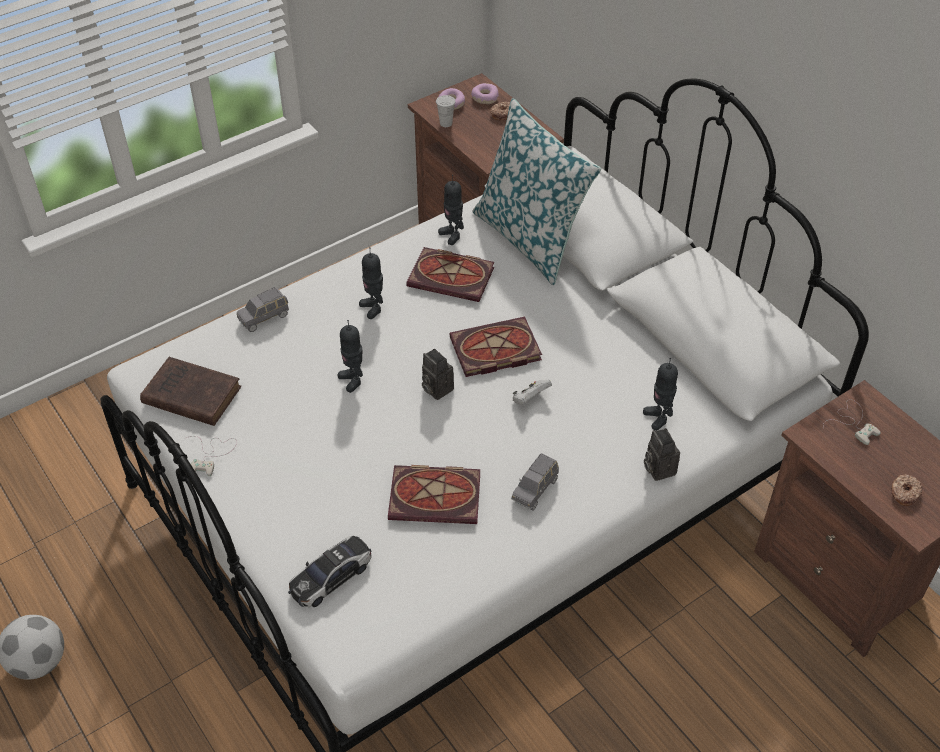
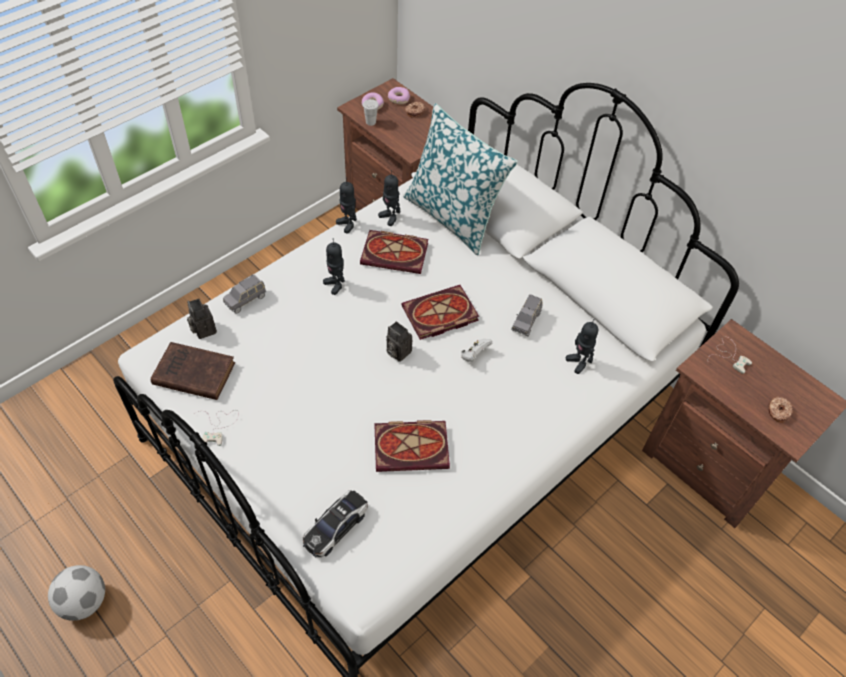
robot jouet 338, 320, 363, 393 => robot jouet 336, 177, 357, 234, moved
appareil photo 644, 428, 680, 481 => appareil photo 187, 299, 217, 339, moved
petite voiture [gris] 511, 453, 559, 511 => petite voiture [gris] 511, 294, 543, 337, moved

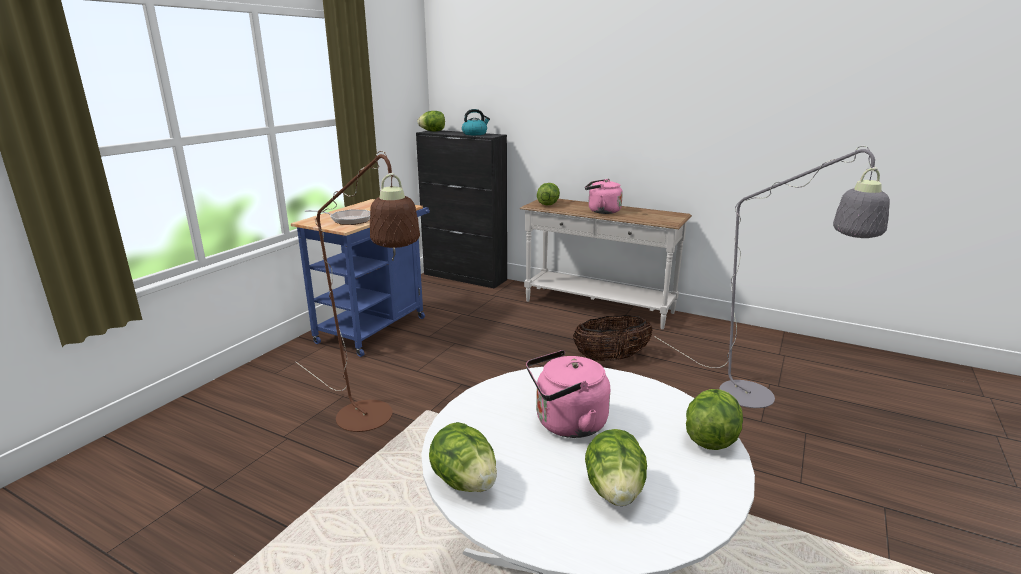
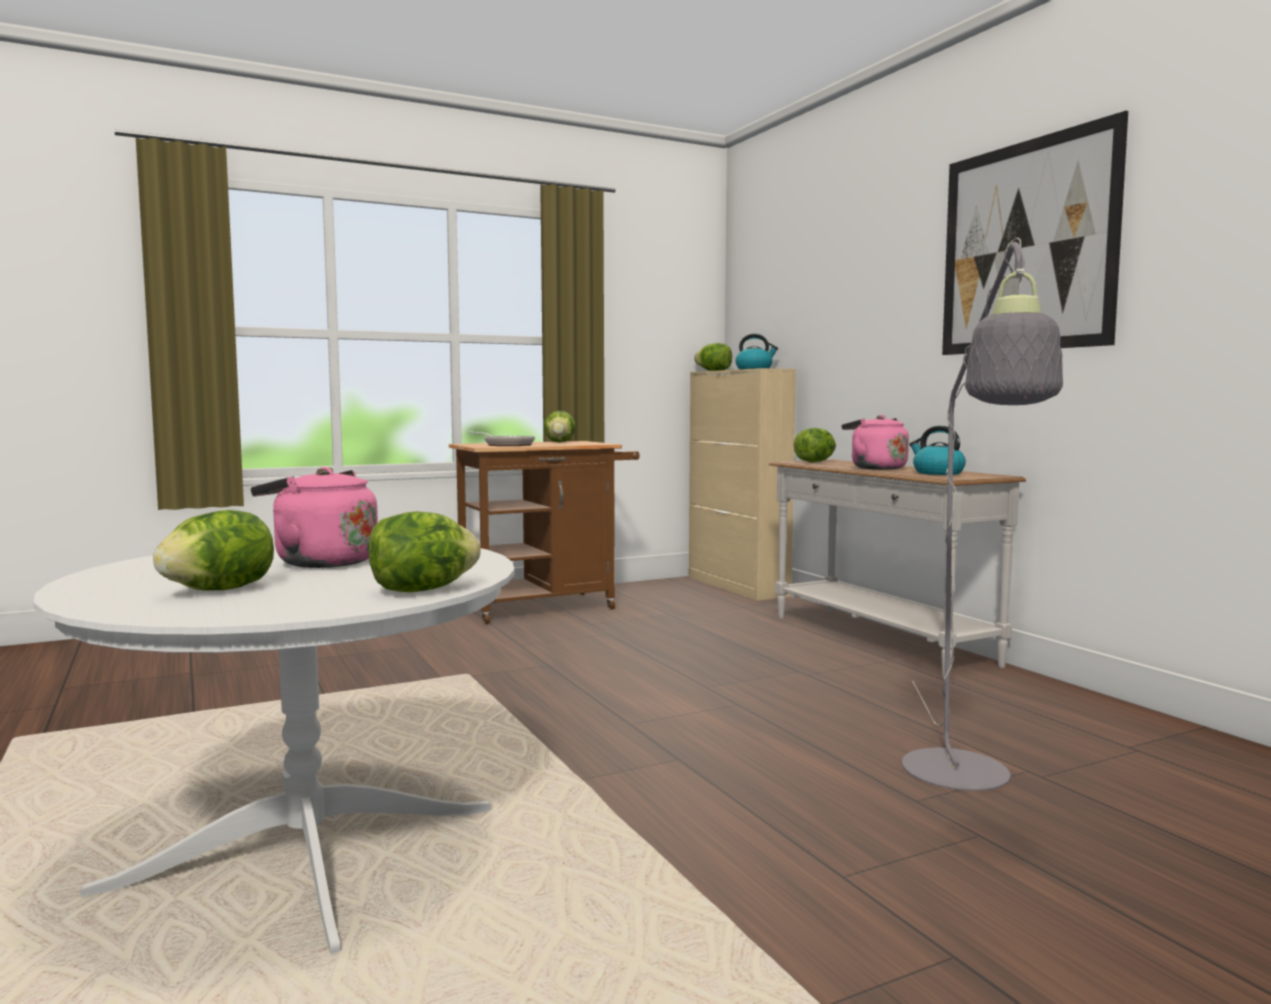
meuble de rangement [noir] 416, 130, 507, 288 => meuble de rangement [beige] 689, 368, 796, 601
lampadaire [marron] 296, 151, 420, 432 => nothing
chariot [bleu] 291, 199, 430, 357 => chariot [marron] 449, 441, 640, 624
panier 573, 315, 653, 361 => nothing
laitue 429, 422, 497, 492 => laitue 544, 411, 576, 442, moved
nothing => tableau 942, 111, 1128, 355
nothing => bouilloire 909, 426, 966, 475

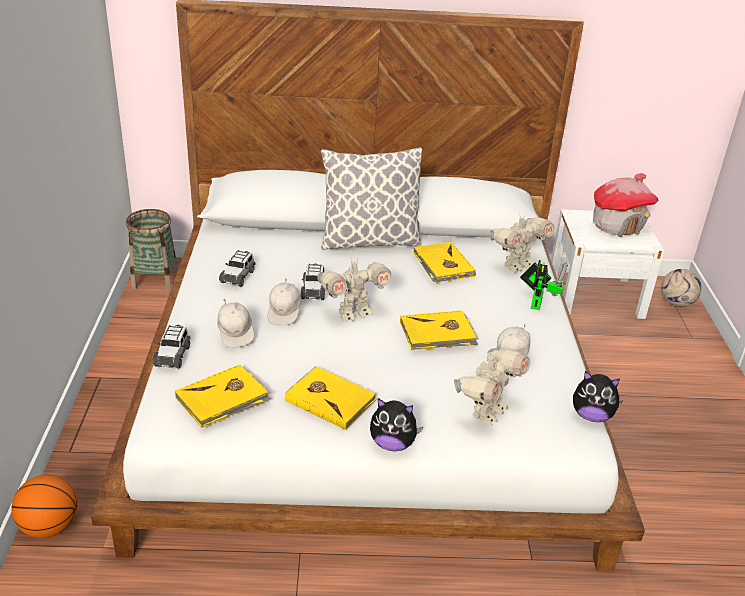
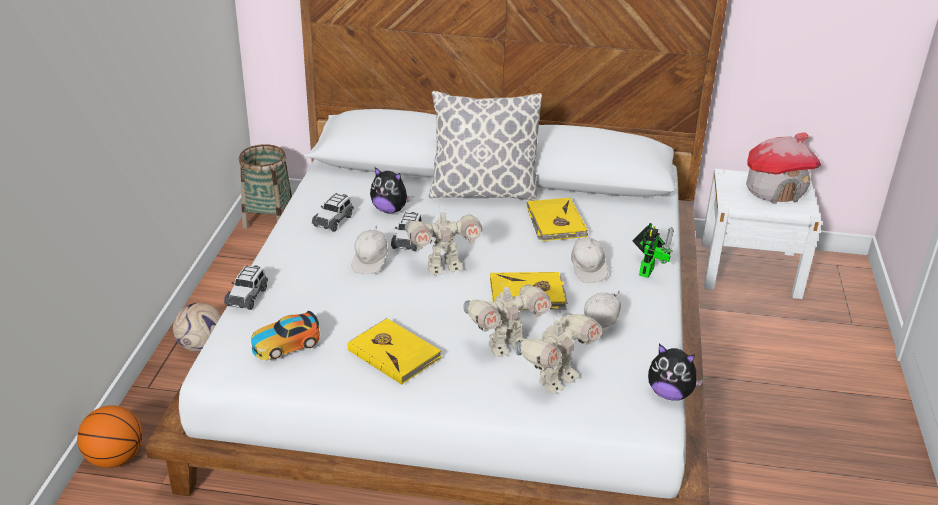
robot jouet 489, 213, 555, 272 => robot jouet 463, 280, 551, 357, moved
ballon de foot 661, 269, 702, 307 => ballon de foot 173, 303, 221, 352, moved
casquette [blanc] 217, 298, 254, 348 => casquette [blanc] 571, 234, 608, 283, moved
livre [jaune] 175, 364, 271, 428 => petite voiture 251, 311, 321, 360
peluche 370, 398, 423, 451 => peluche 370, 167, 413, 213, moved

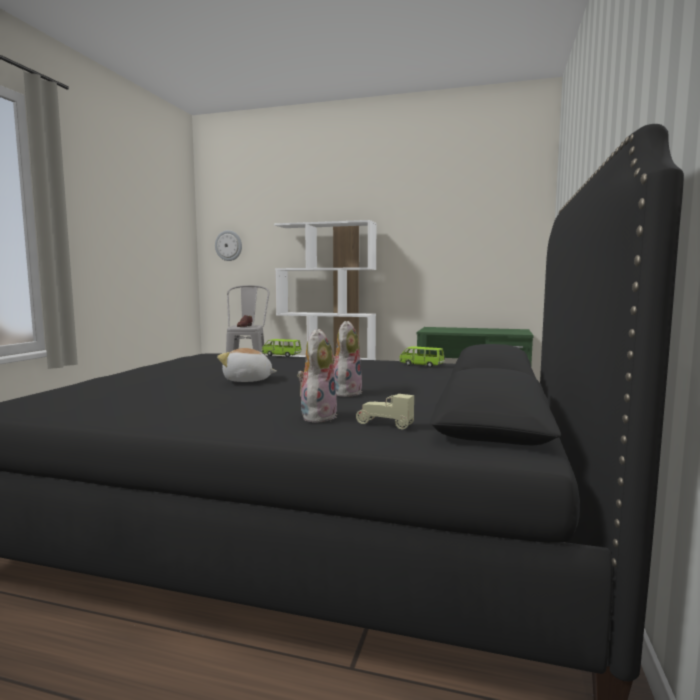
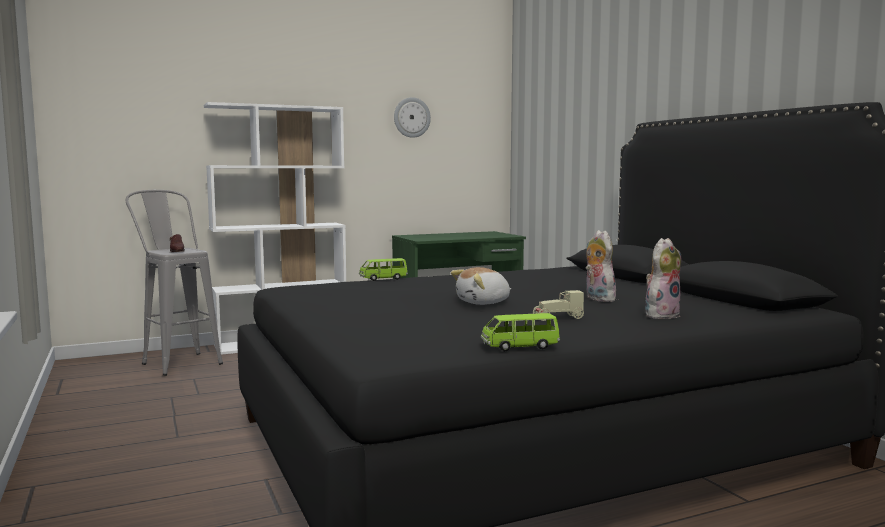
horloge murale 215, 230, 242, 261 => horloge murale 394, 97, 431, 138, moved
peluche 297, 329, 338, 423 => peluche 645, 238, 681, 320, 75 degrees clockwise
petite voiture [vert] 399, 346, 445, 368 => petite voiture [vert] 481, 313, 560, 351, moved
petite voiture [beige] 356, 394, 414, 429 => petite voiture [beige] 533, 290, 584, 321, moved

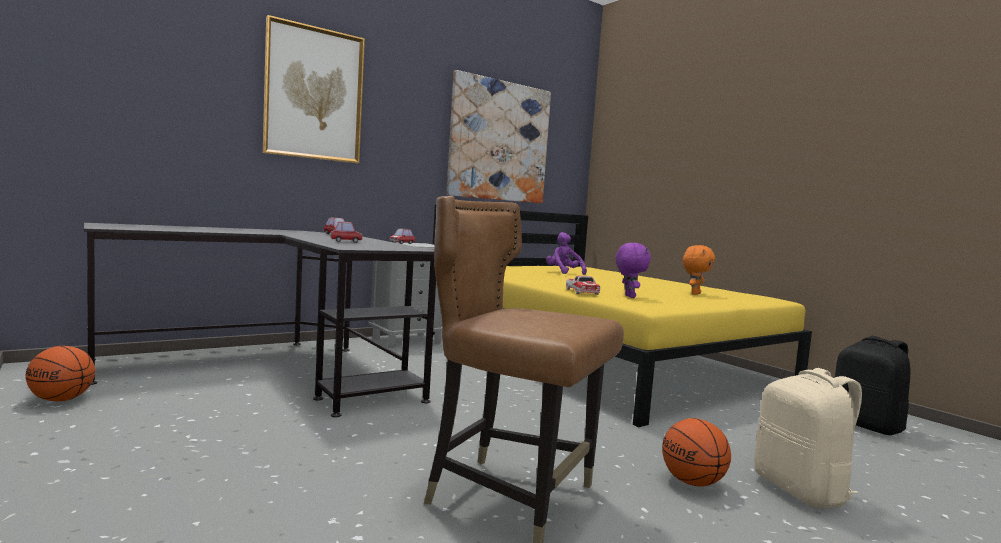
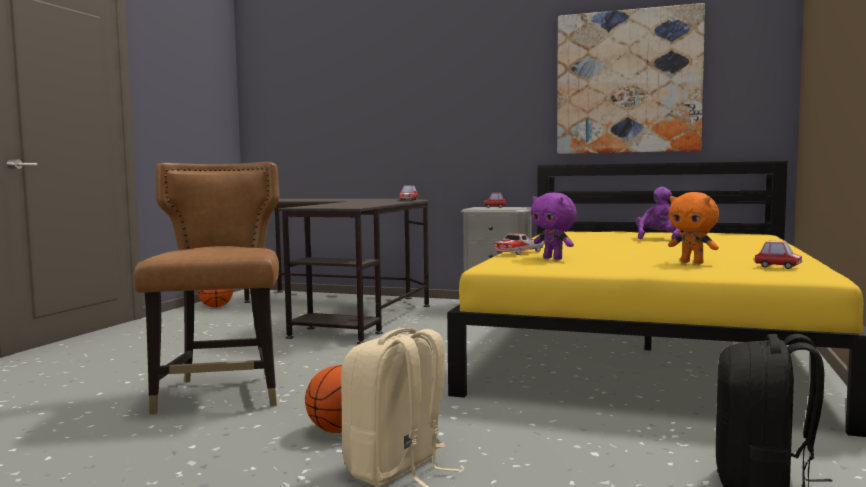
tableau 263, 15, 365, 163 => nothing
petite voiture 331, 221, 362, 243 => petite voiture 754, 241, 802, 269, moved
peluche [violet] 615, 243, 651, 298 => peluche [violet] 531, 193, 577, 260, 90 degrees clockwise
peluche [orange] 683, 245, 715, 295 => peluche [orange] 668, 192, 719, 264, 45 degrees clockwise

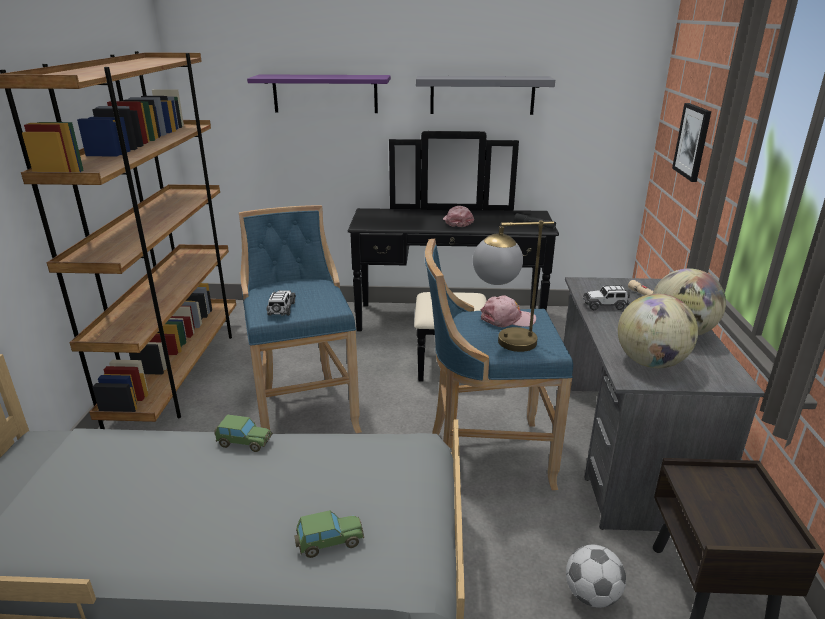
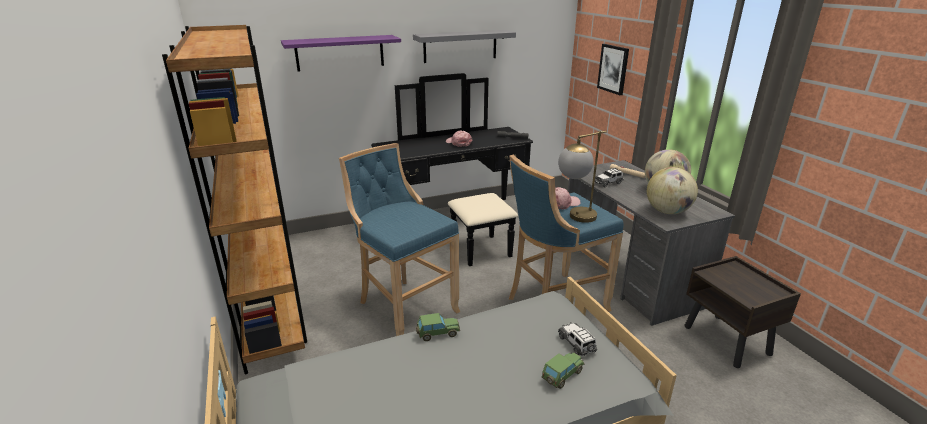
petite voiture 266, 290, 296, 316 => petite voiture 558, 322, 597, 356, moved
ballon de foot 566, 545, 626, 608 => nothing

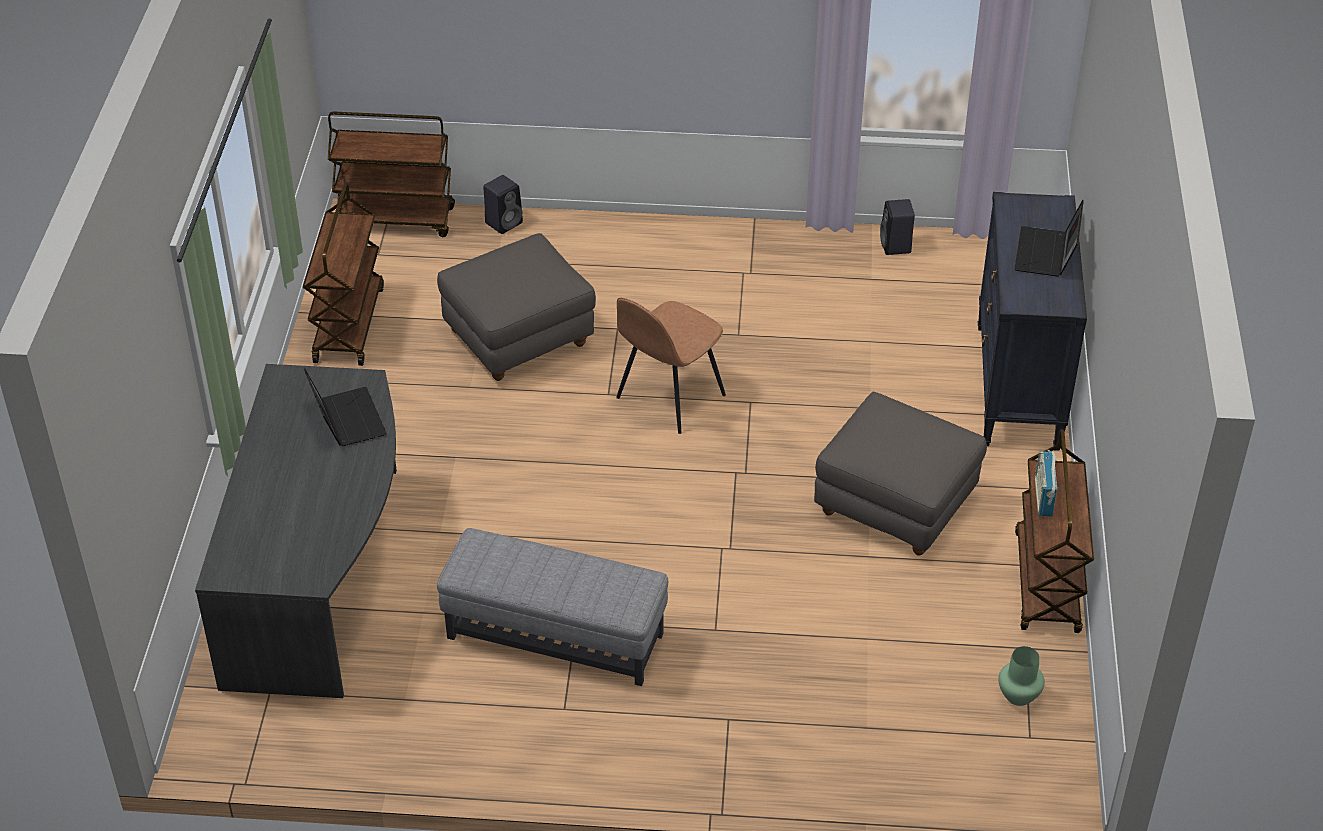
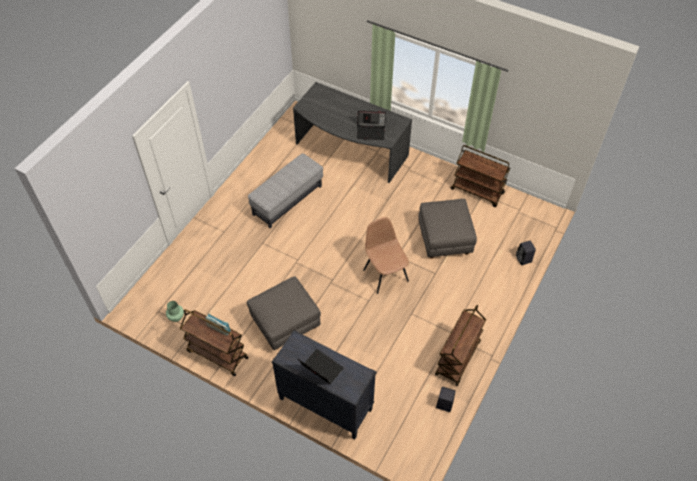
chariot [marron] 328, 112, 455, 237 => chariot [marron] 435, 305, 486, 386, moved

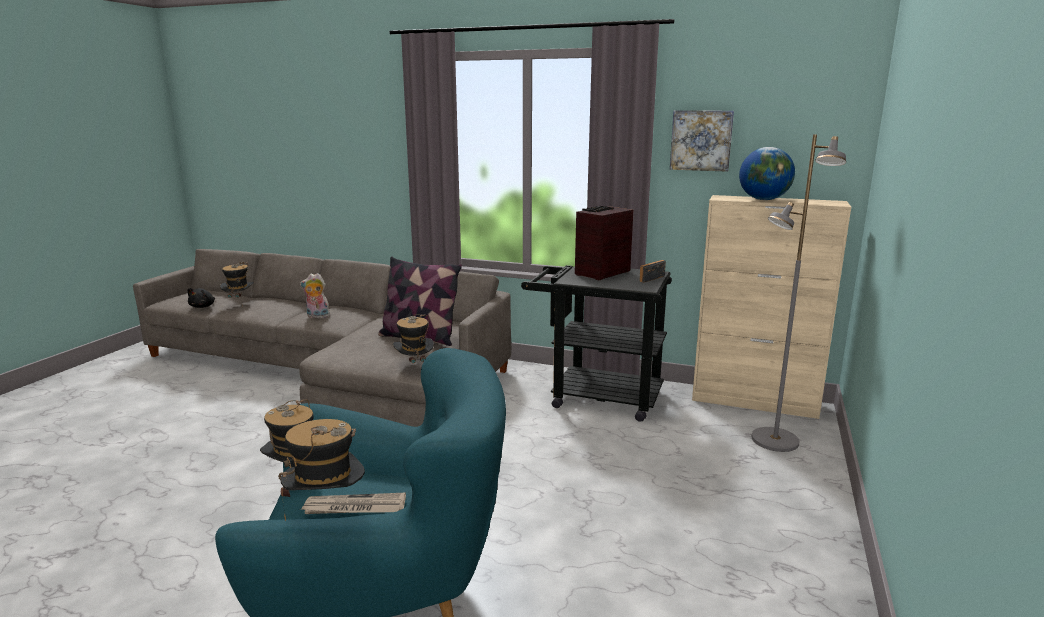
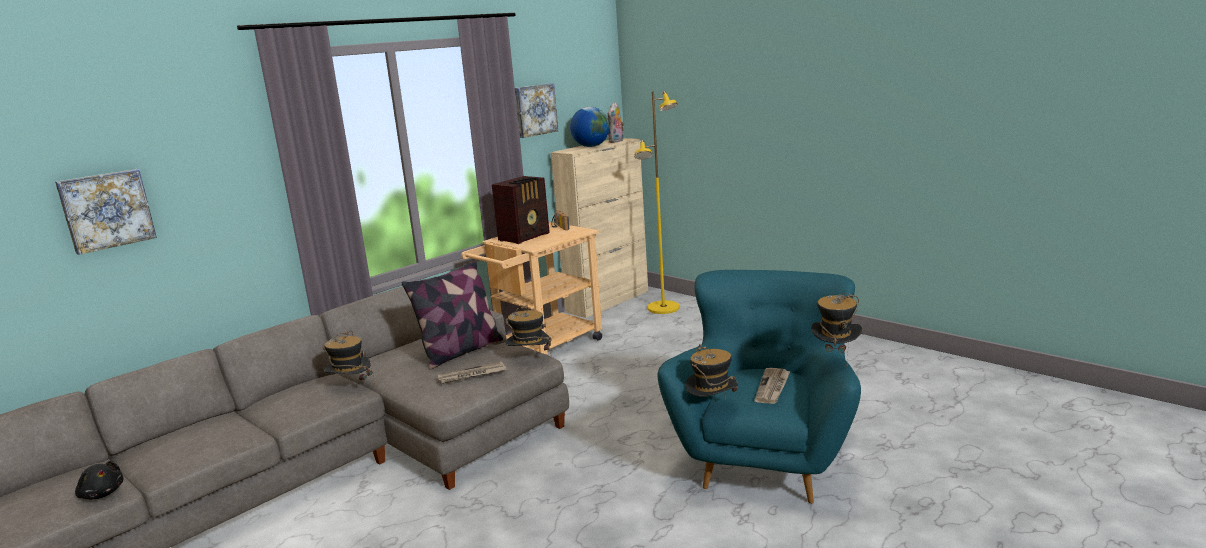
lampadaire [gris] 752, 134, 846, 452 => lampadaire [jaune] 634, 91, 680, 314
radio 575, 206, 633, 280 => radio 492, 176, 550, 244, 120 degrees counterclockwise
chapeau 220, 262, 254, 308 => chapeau 322, 331, 375, 385, moved
chariot [noir] 521, 265, 672, 422 => chariot [beige] 461, 222, 602, 355
peluche 300, 273, 330, 318 => peluche 608, 102, 624, 143, moved
nothing => tableau 55, 169, 157, 255
nothing => journal 438, 361, 507, 384

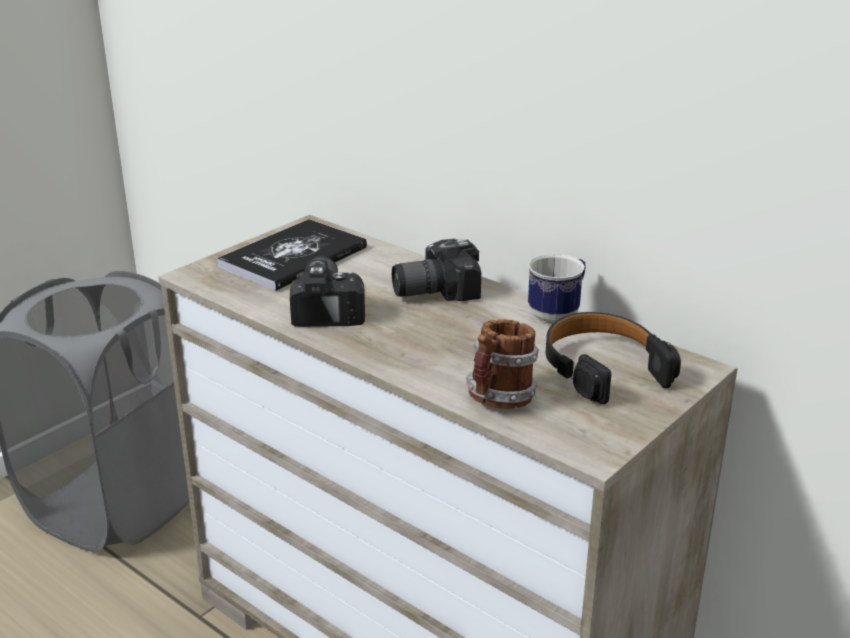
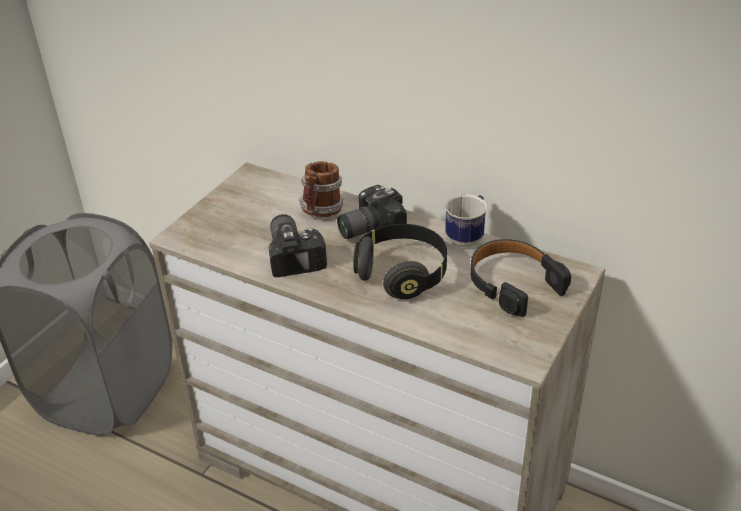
livre 217, 219, 367, 291 => nothing
mug 466, 319, 539, 409 => mug 299, 161, 343, 217, moved
nothing => casque audio [noir] 353, 224, 447, 299

